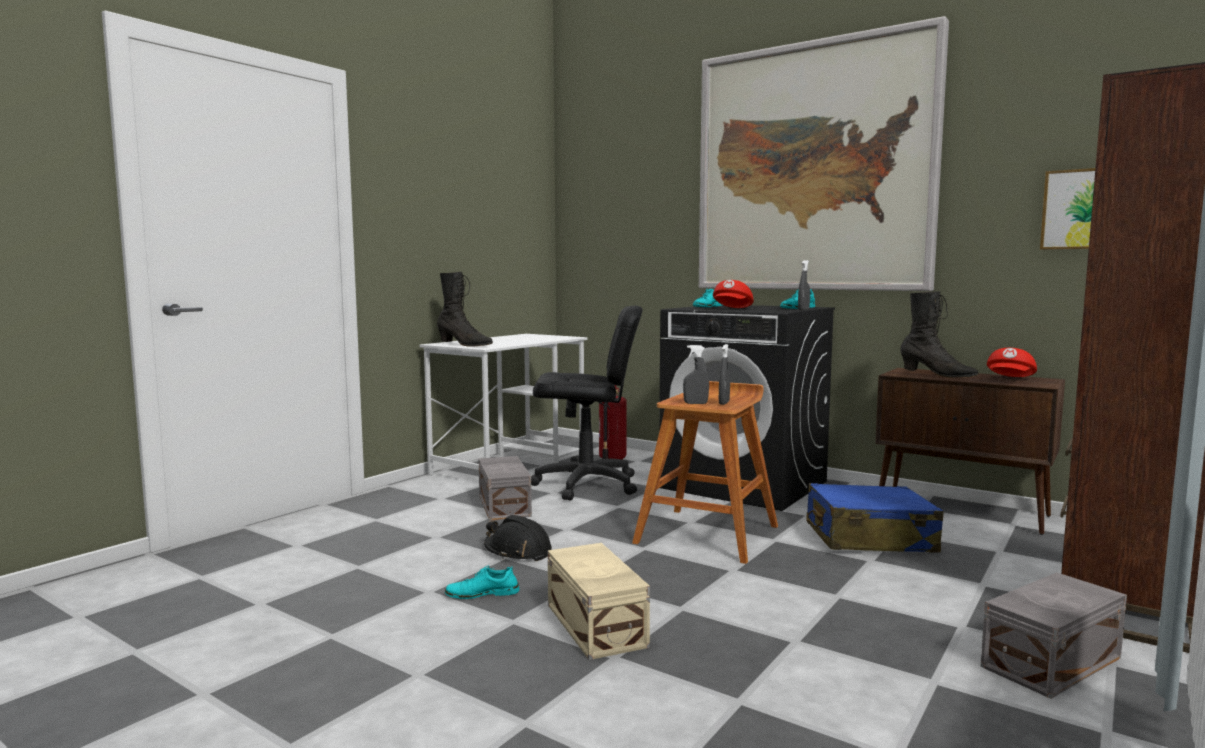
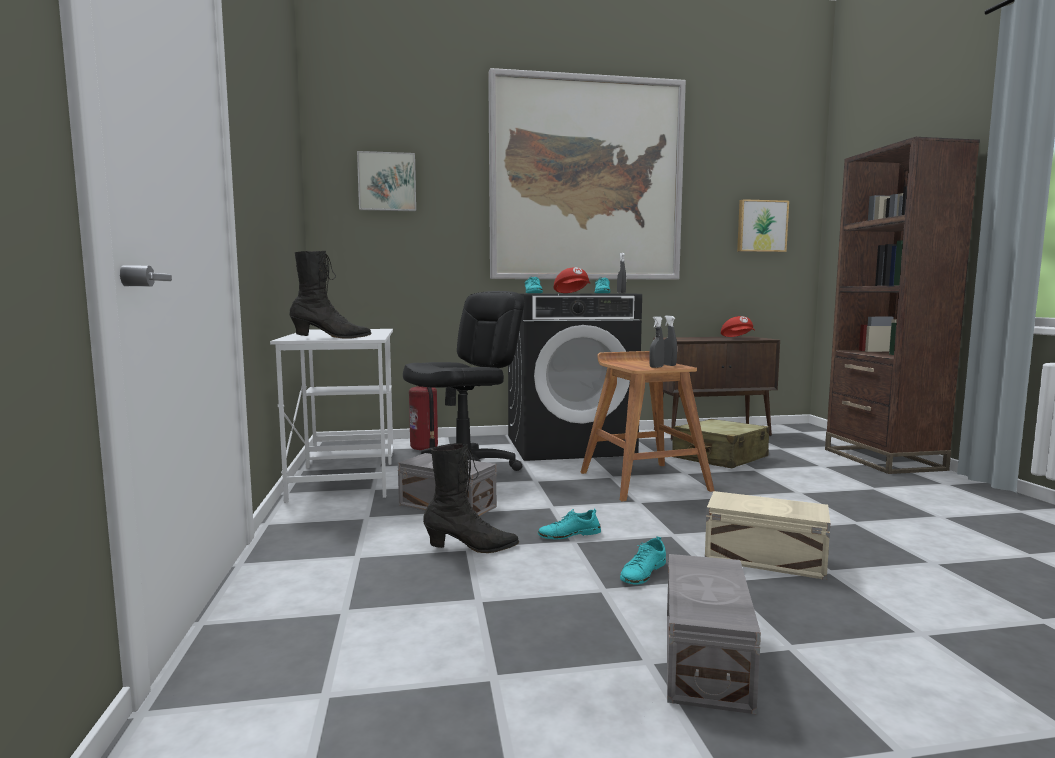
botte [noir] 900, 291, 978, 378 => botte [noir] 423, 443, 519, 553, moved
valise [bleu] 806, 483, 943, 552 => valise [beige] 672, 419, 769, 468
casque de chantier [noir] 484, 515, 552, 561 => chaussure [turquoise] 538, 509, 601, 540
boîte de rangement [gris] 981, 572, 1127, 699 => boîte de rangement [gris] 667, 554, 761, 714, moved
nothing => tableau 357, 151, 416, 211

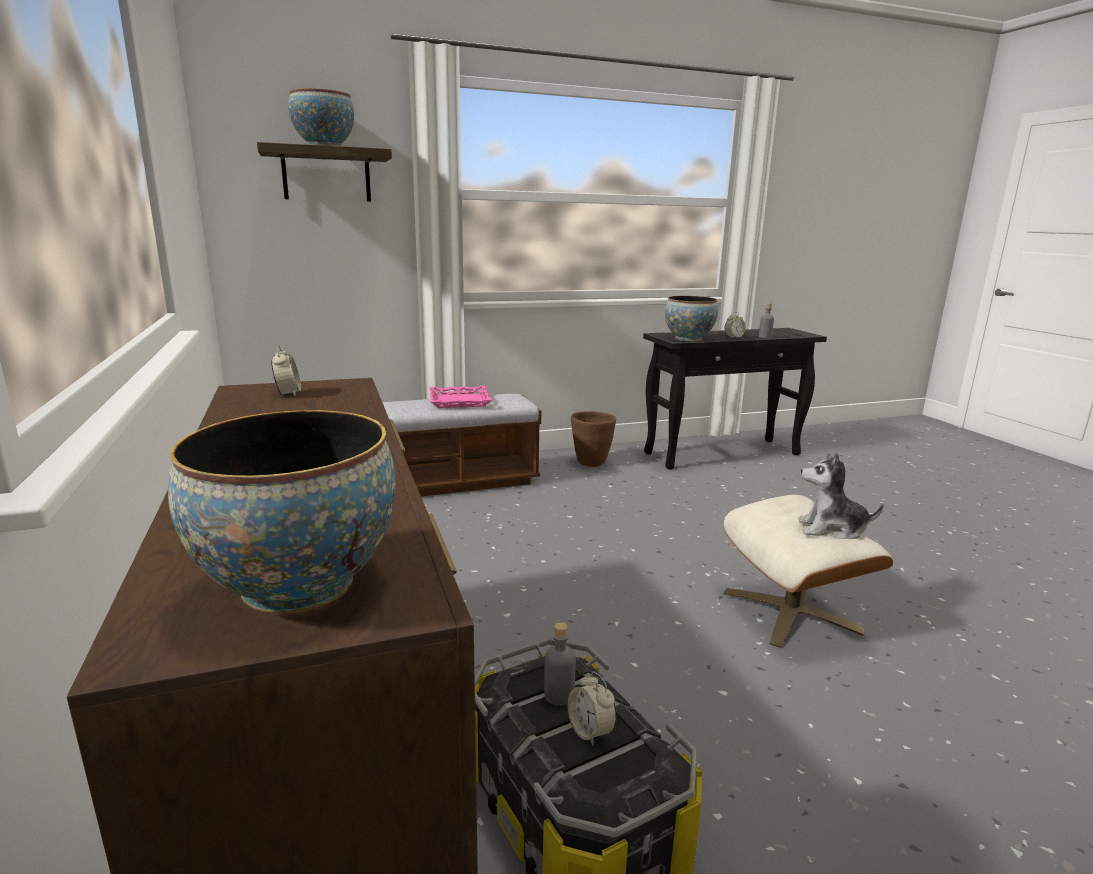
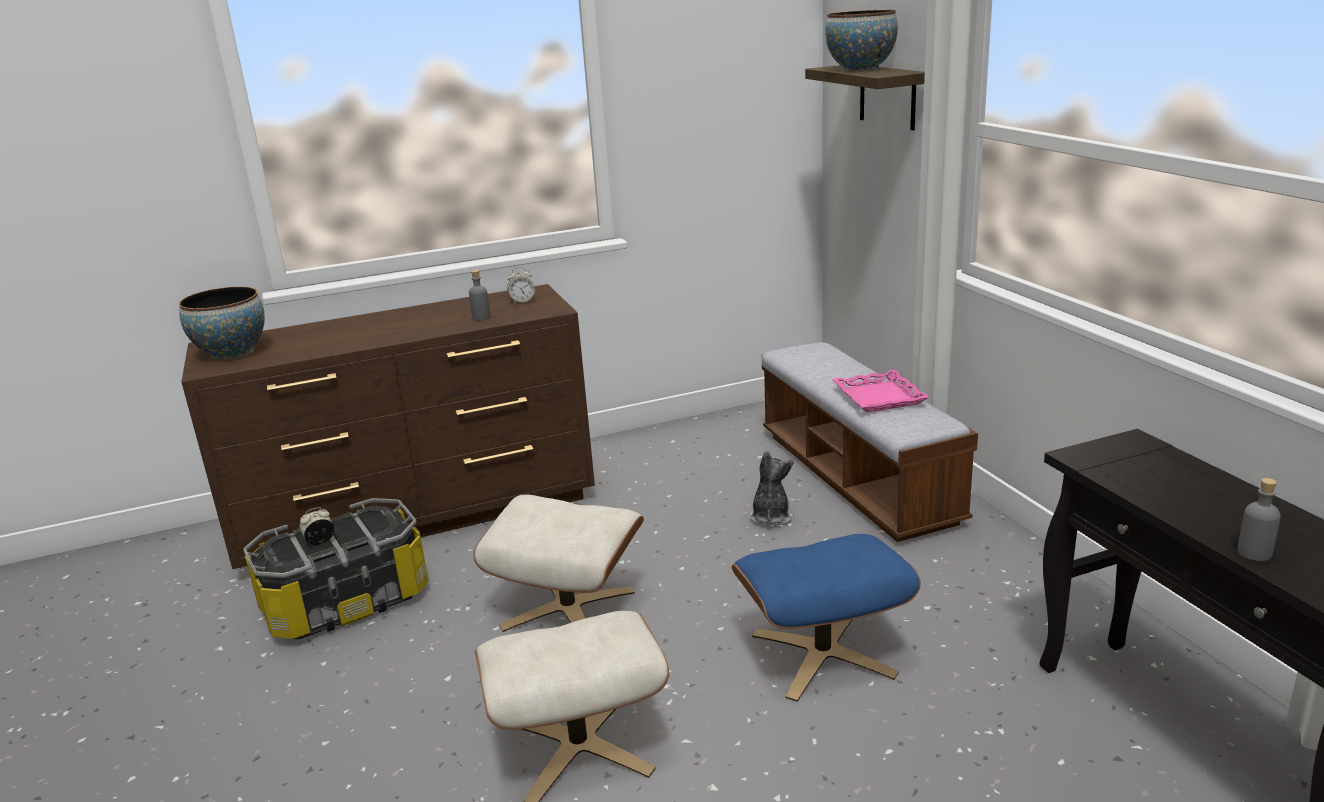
bol 665, 296, 718, 341 => nothing
réveil 725, 312, 746, 339 => nothing
cache-pot [marron] 571, 411, 616, 467 => nothing
peluche 798, 453, 884, 539 => peluche 749, 451, 794, 525, moved
bouteille [gris] 544, 622, 576, 706 => bouteille [gris] 469, 270, 490, 321, moved
nothing => pouf [beige] 473, 495, 644, 632
nothing => pouf [bleu] 732, 534, 921, 702

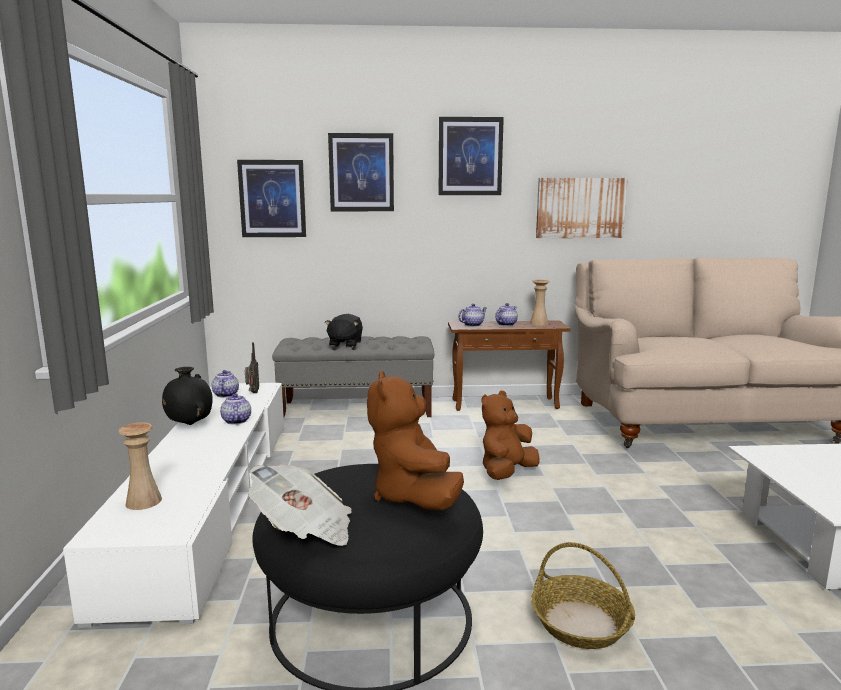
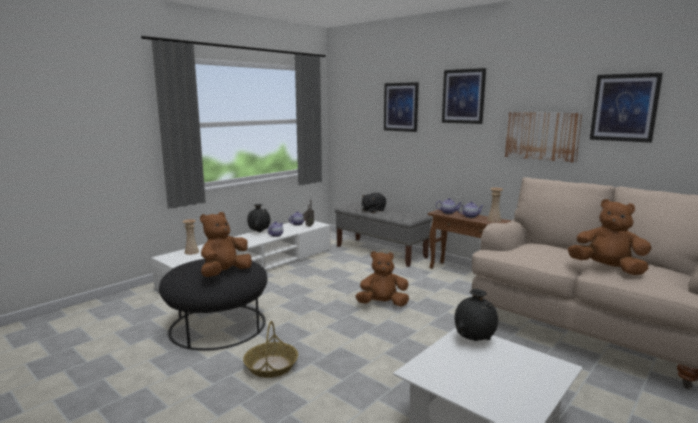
tableau 237, 160, 306, 237 => tableau 590, 73, 663, 143, moved
journal 248, 465, 352, 546 => nothing
nothing => peluche [marron] 568, 199, 651, 275
nothing => vase [noir] 455, 289, 498, 341

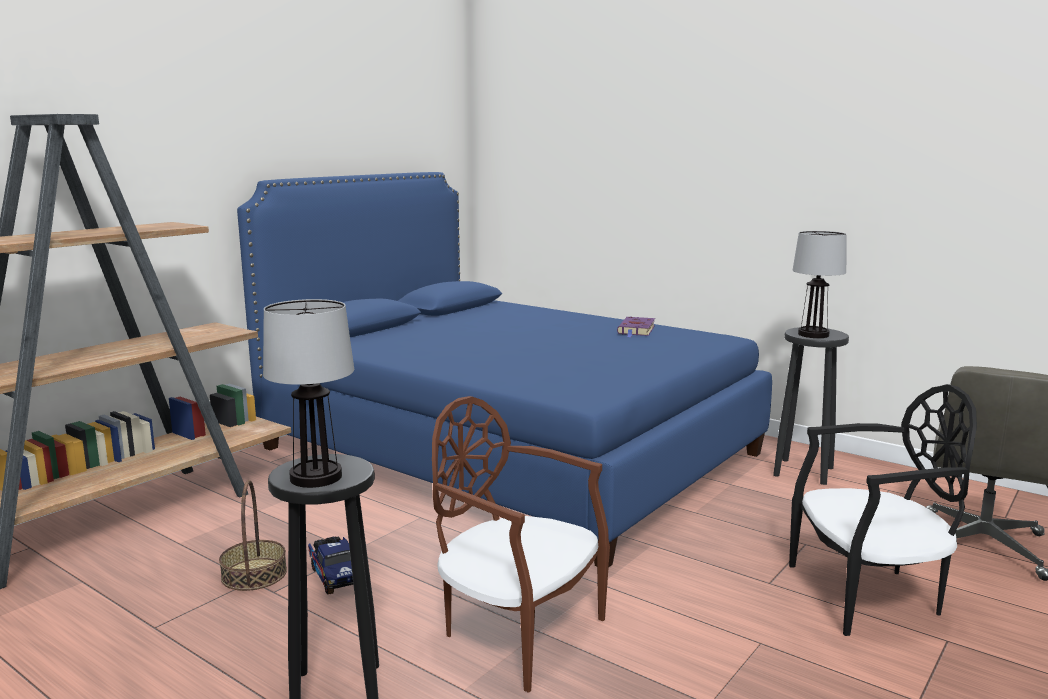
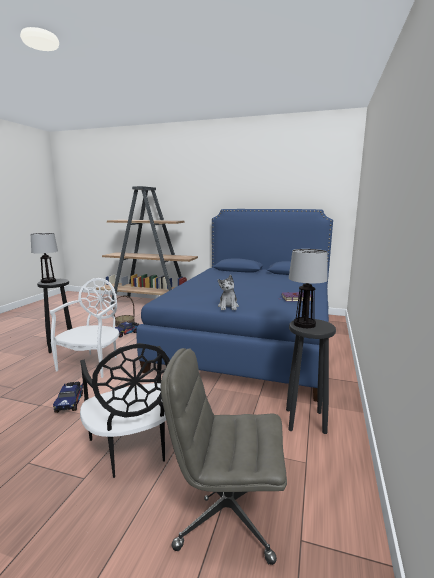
chaise [marron] 432, 396, 610, 692 => chaise [blanc] 50, 278, 119, 378
nothing => peluche 218, 275, 239, 310
nothing => camion jouet 53, 382, 83, 413

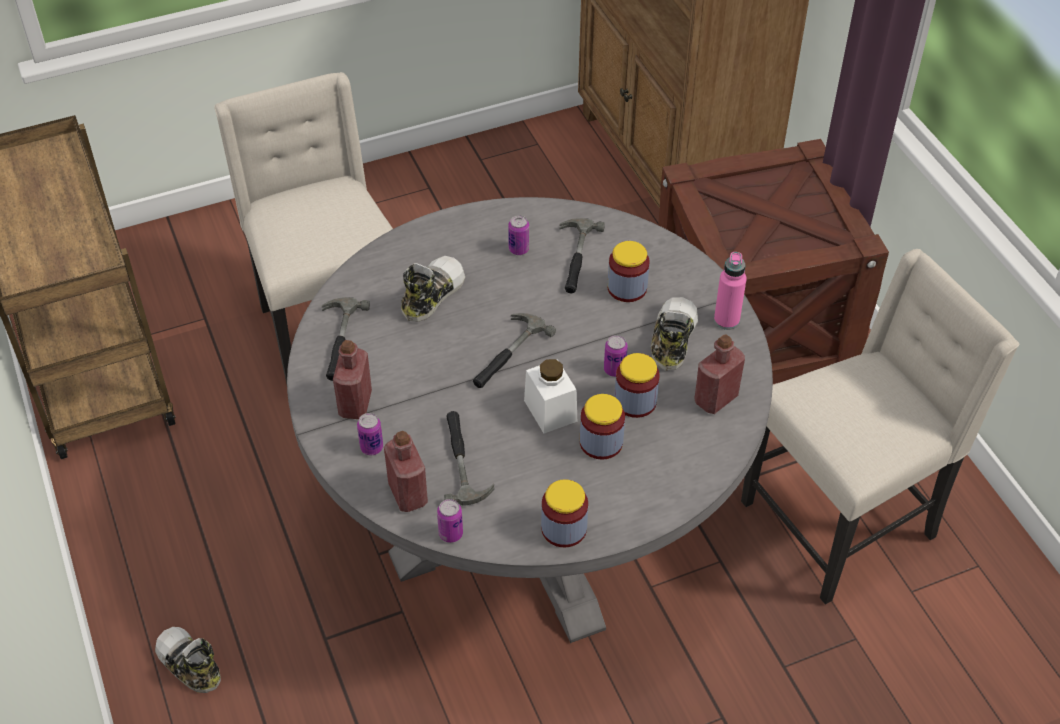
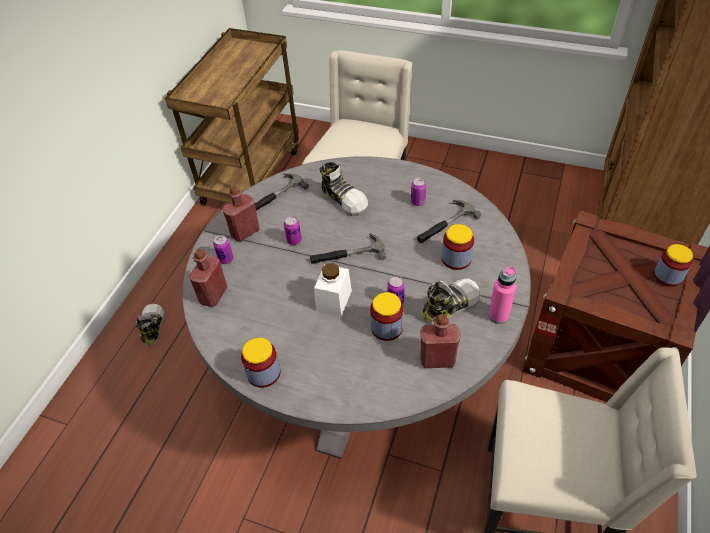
chaussure 401, 256, 465, 322 => chaussure 320, 162, 368, 216, 60 degrees clockwise
bocal 580, 394, 625, 460 => bocal 654, 244, 693, 286, moved
marteau 444, 411, 494, 506 => nothing
boîte métallique 437, 499, 463, 543 => boîte métallique 284, 216, 302, 245, moved

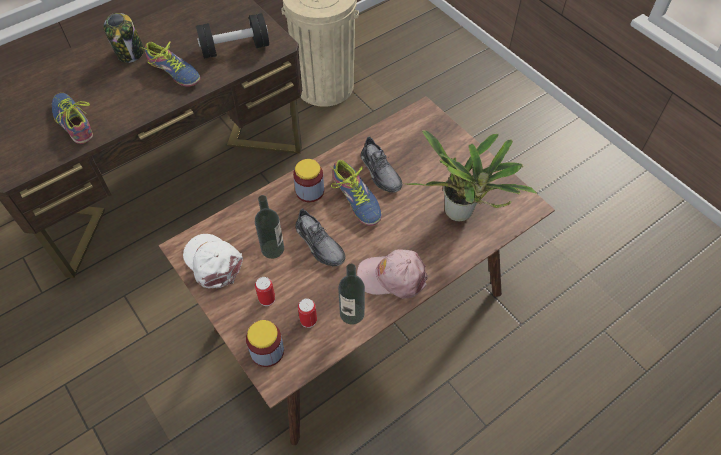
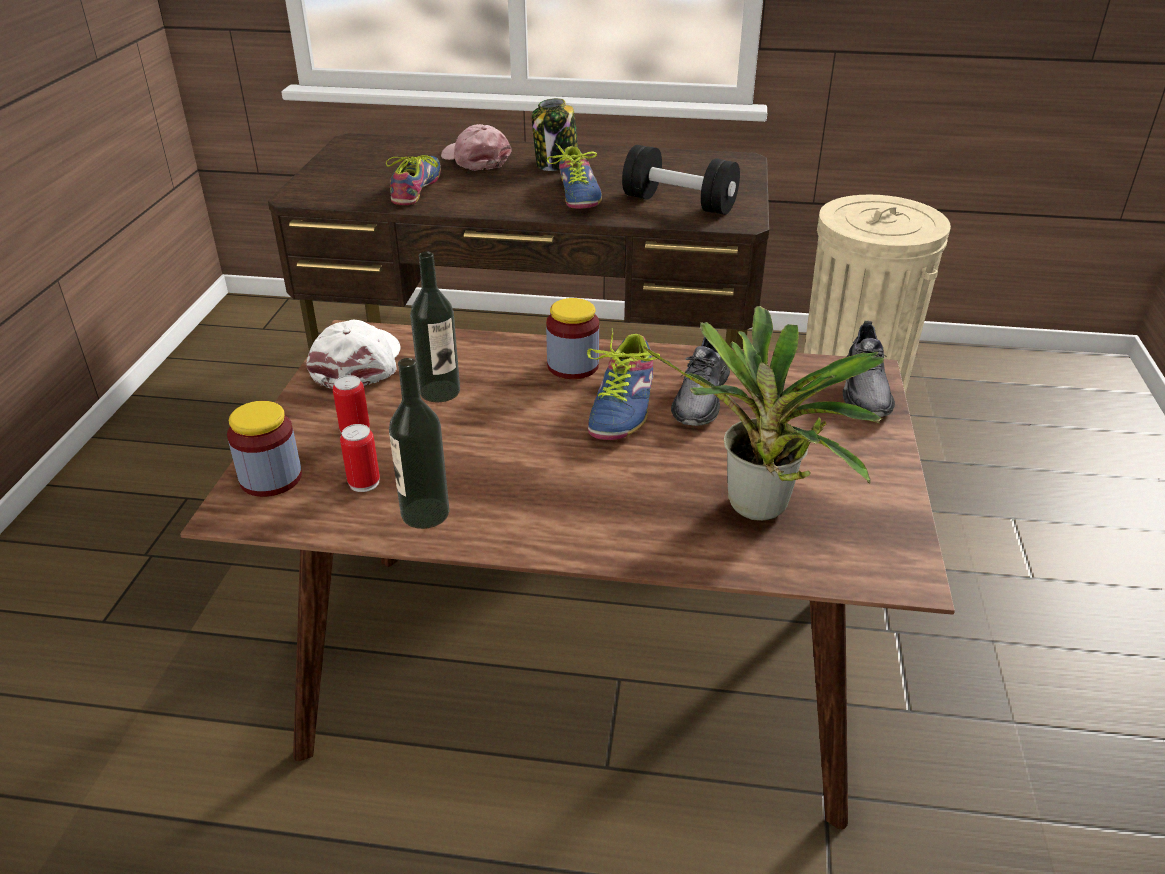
chaussure [gris] 295, 208, 345, 266 => chaussure [gris] 843, 321, 895, 417, moved
casquette [rose] 357, 249, 428, 299 => casquette [rose] 441, 124, 512, 171, moved

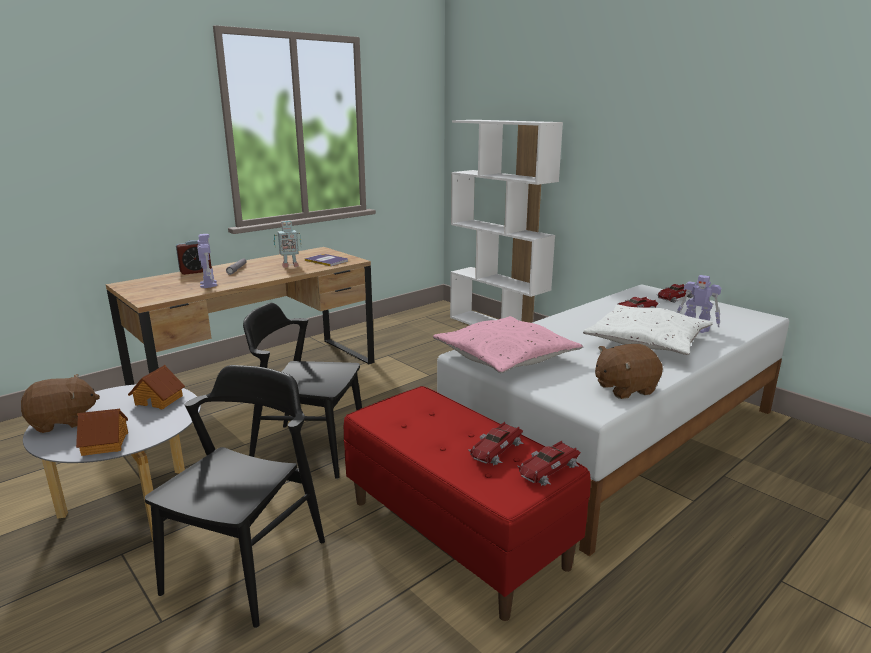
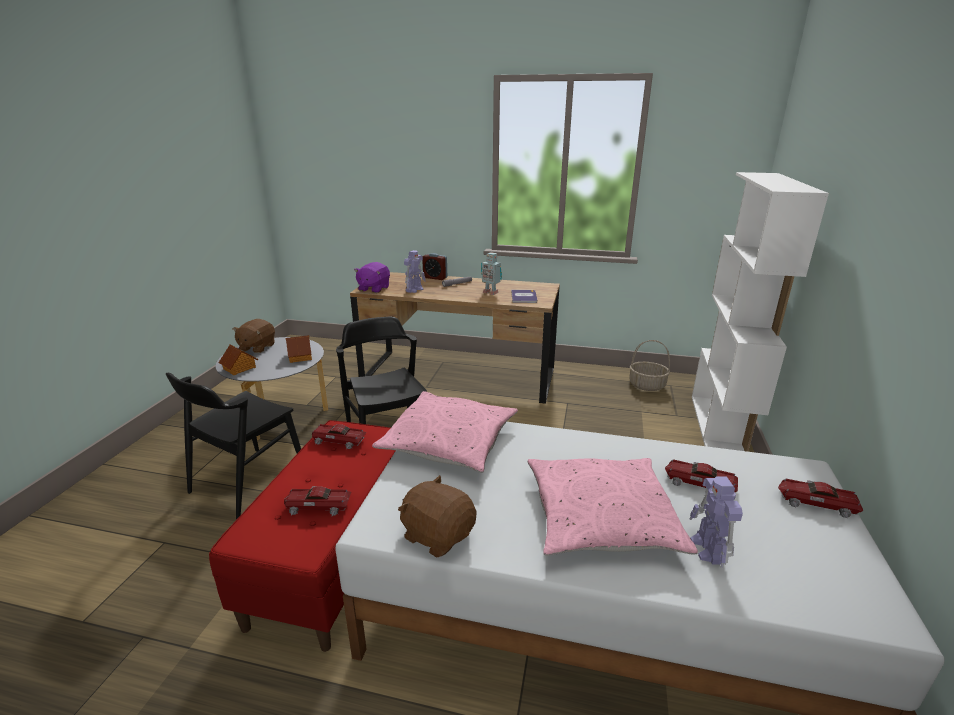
coussin [blanc] 583, 304, 713, 355 => coussin [rose] 528, 458, 698, 556
chaise [noir] 145, 365, 325, 628 => chaise [noir] 166, 373, 301, 520, 135 degrees clockwise
peluche [marron] 21, 374, 100, 433 => peluche [marron] 232, 319, 275, 353, 75 degrees clockwise
petite voiture 518, 441, 581, 486 => petite voiture 312, 424, 367, 449, moved
nothing => peluche [violet] 354, 262, 390, 293
nothing => panier 629, 340, 670, 391

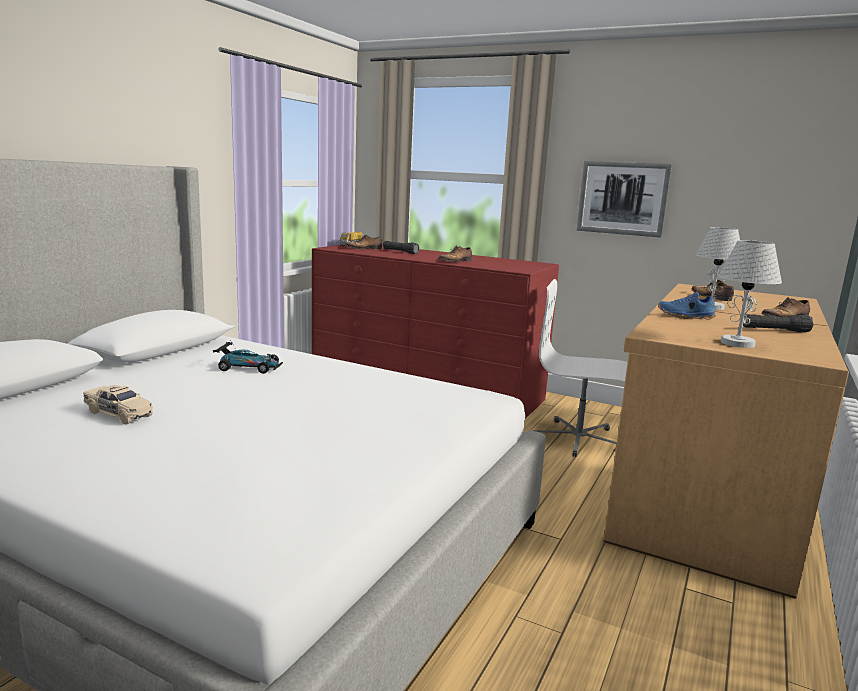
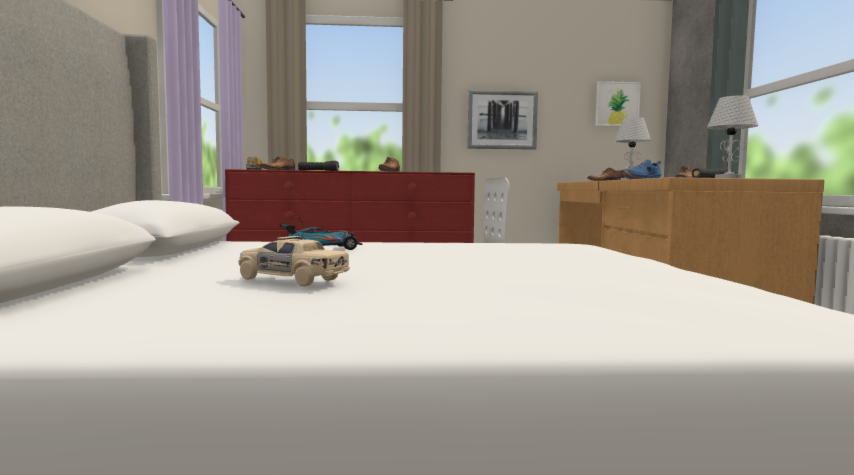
petite voiture [beige] 83, 385, 153, 425 => petite voiture [beige] 239, 236, 350, 287, 150 degrees counterclockwise
nothing => tableau 596, 81, 641, 126

